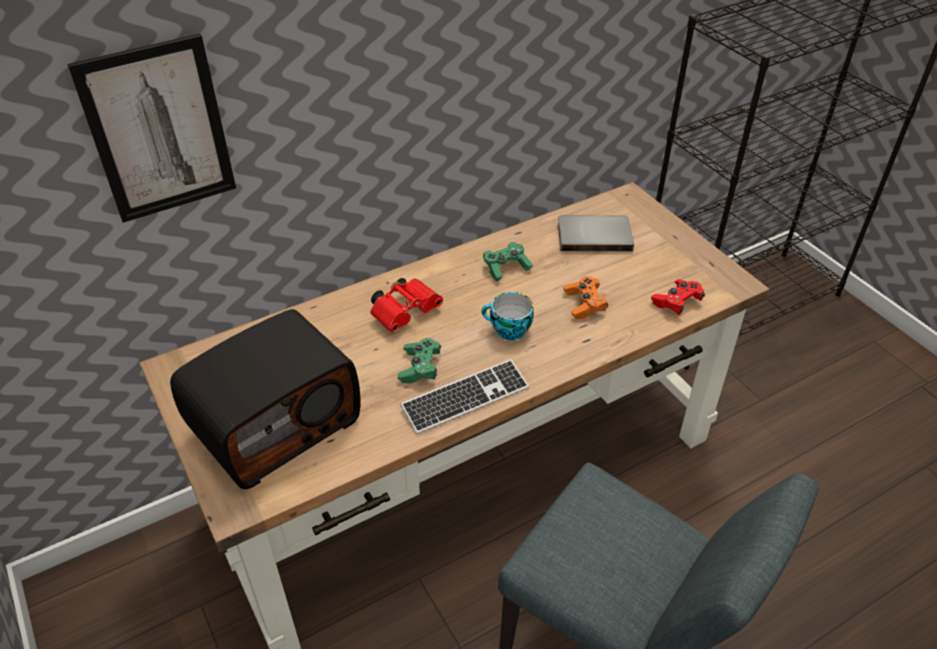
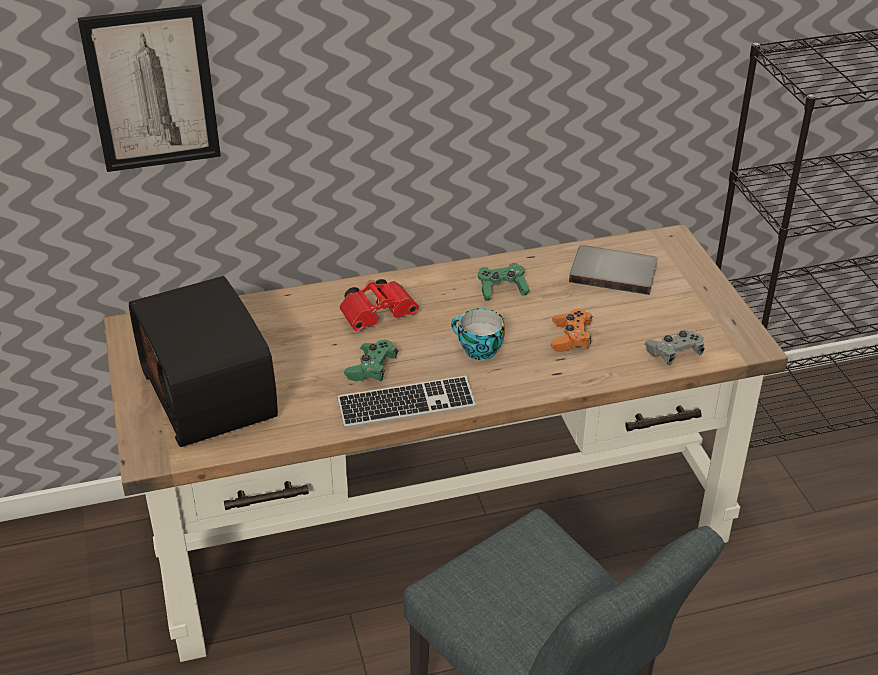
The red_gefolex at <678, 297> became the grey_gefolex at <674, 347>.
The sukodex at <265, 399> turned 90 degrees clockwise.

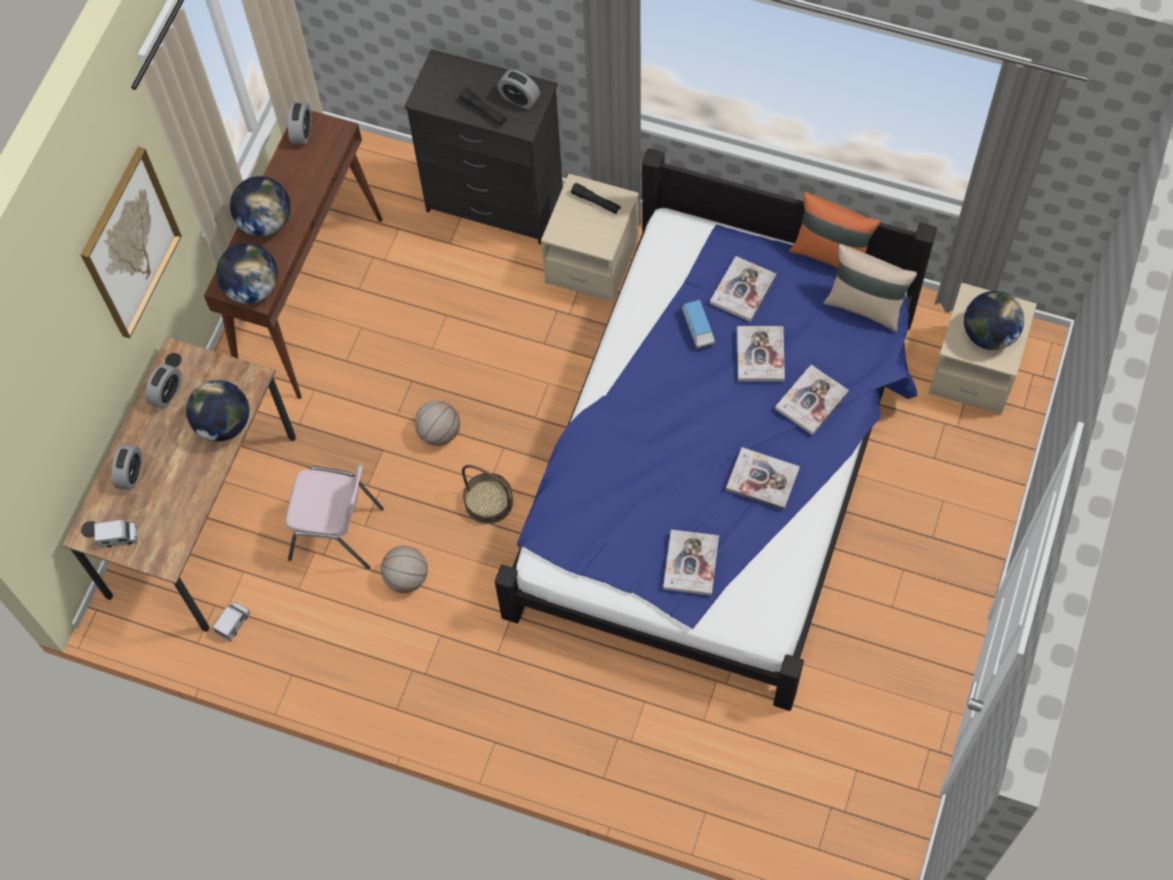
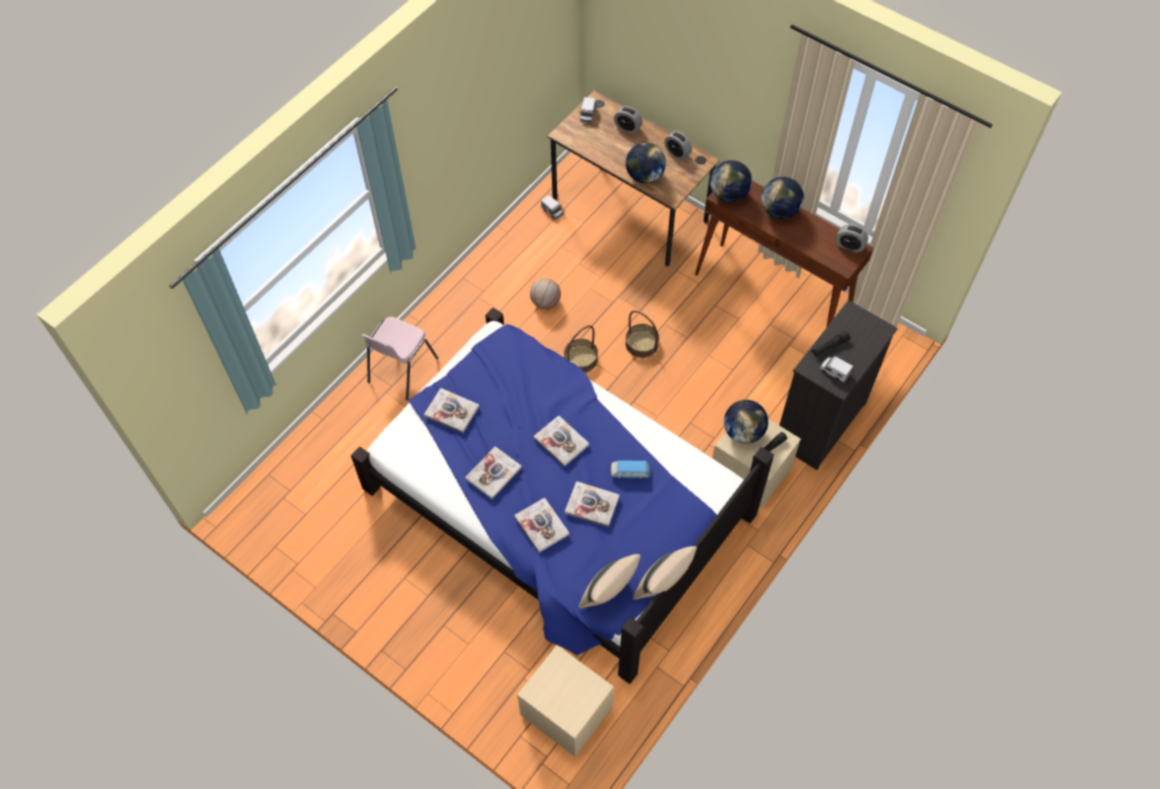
The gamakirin at <518, 89> was replaced by the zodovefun at <836, 369>.
The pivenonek at <131, 243> disappeared.
The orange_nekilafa at <834, 230> became the beige_nekilafa at <665, 572>.
The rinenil moved from <743, 289> to <561, 441>.
The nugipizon moved from <994, 320> to <746, 422>.
The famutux at <437, 423> was replaced by the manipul at <642, 334>.
The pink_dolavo moved from <334, 517> to <400, 358>.

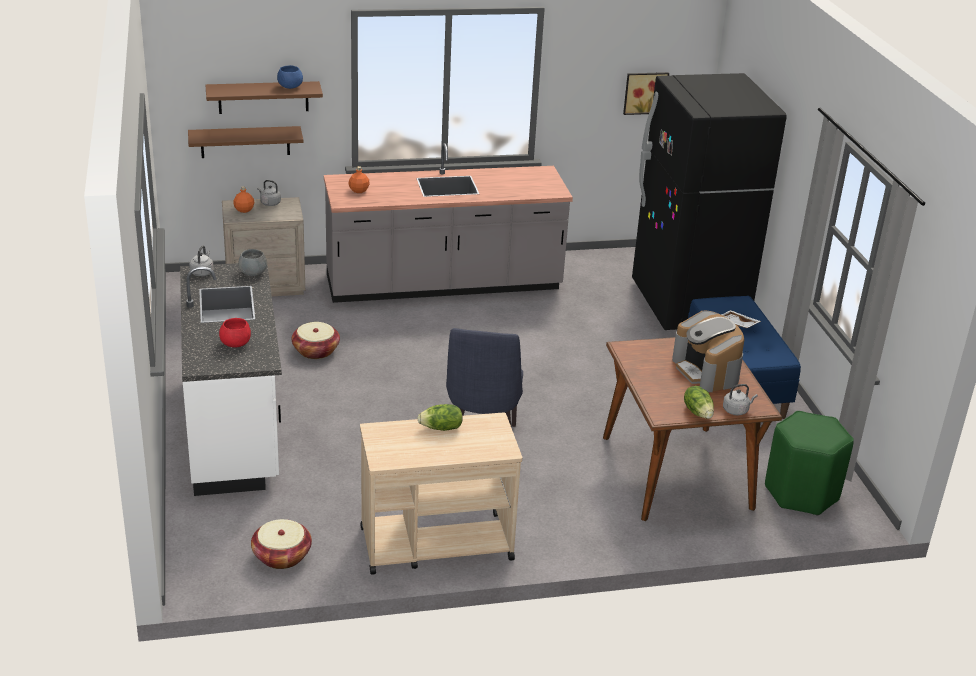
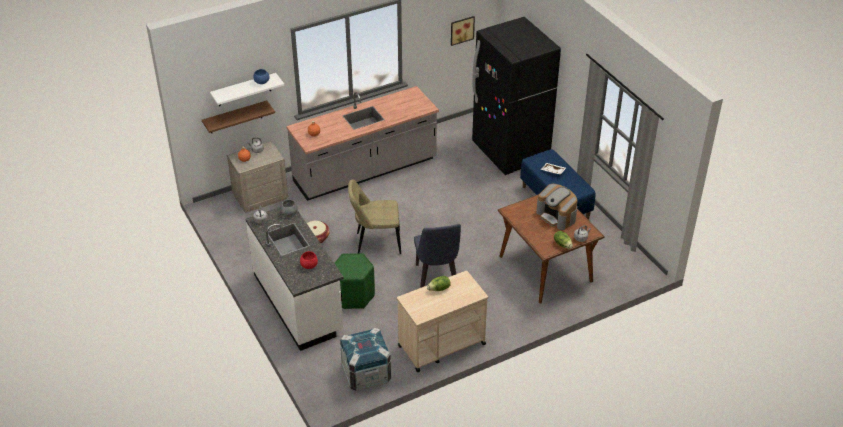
The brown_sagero at <264, 97> became the white_sagero at <247, 89>.
The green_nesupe moved from <809, 463> to <354, 281>.
The manipul at <281, 544> was replaced by the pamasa at <365, 359>.
The beige_dolavo at <374, 217> appeared.

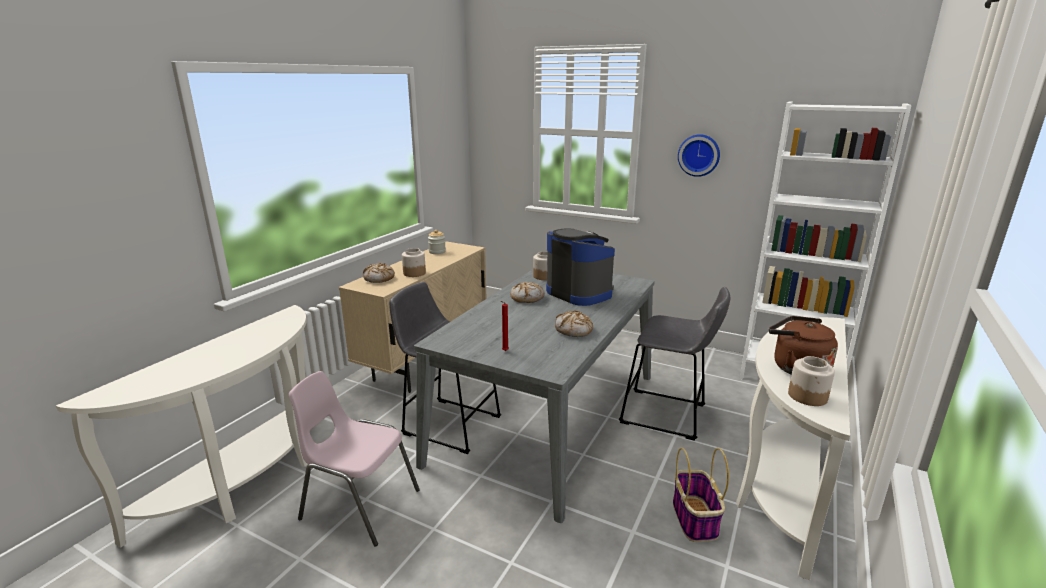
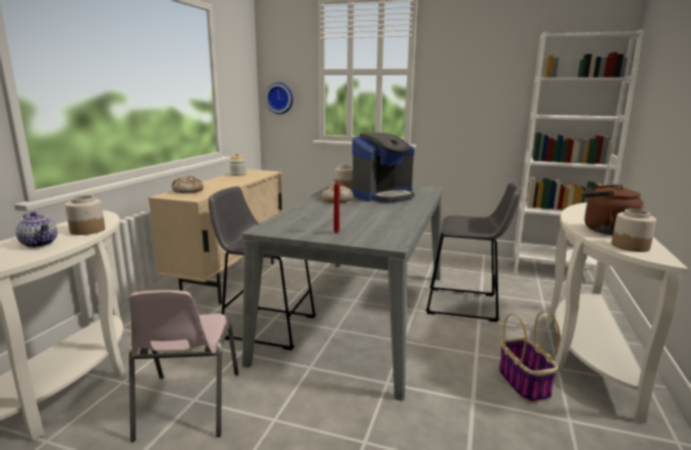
The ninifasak moved from <699, 155> to <279, 98>.
The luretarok at <580, 267> turned 105 degrees clockwise.
The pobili moved from <414, 262> to <85, 215>.
The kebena at <574, 324> disappeared.
The pink_dolavo at <354, 459> turned 105 degrees counterclockwise.
The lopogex at <36, 230> appeared.

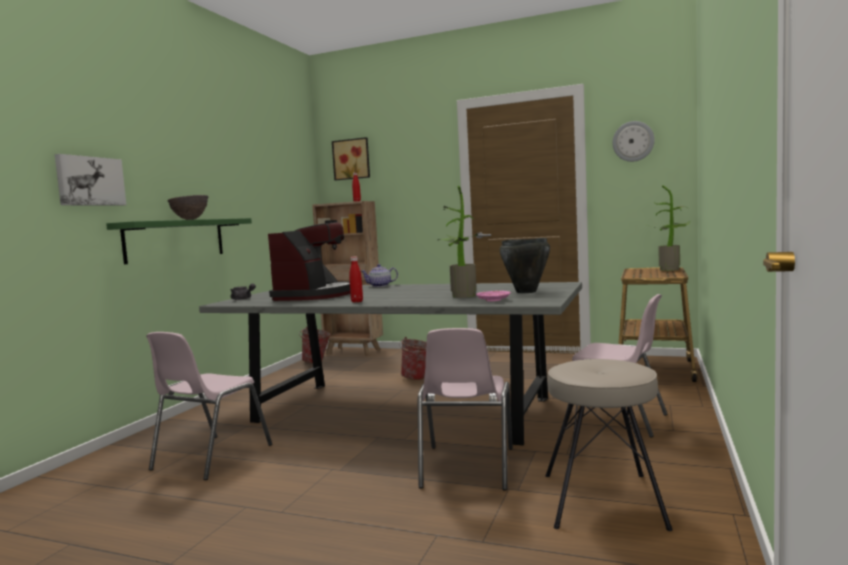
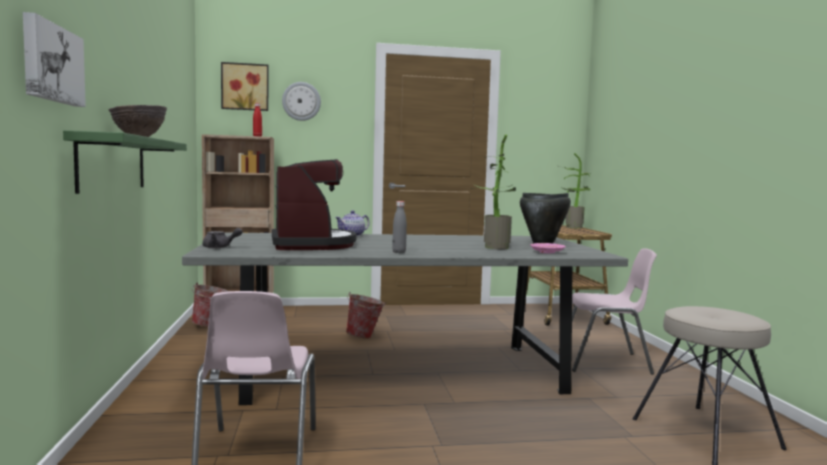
The ninifasak moved from <633, 141> to <301, 101>.
The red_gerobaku at <356, 279> became the grey_gerobaku at <399, 227>.
The pink_dolavo at <465, 409> disappeared.

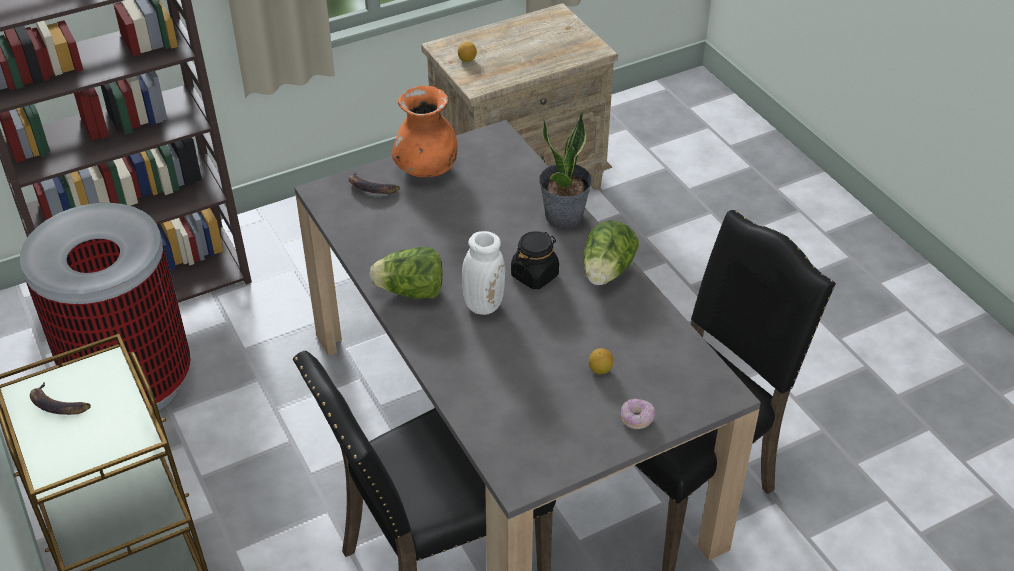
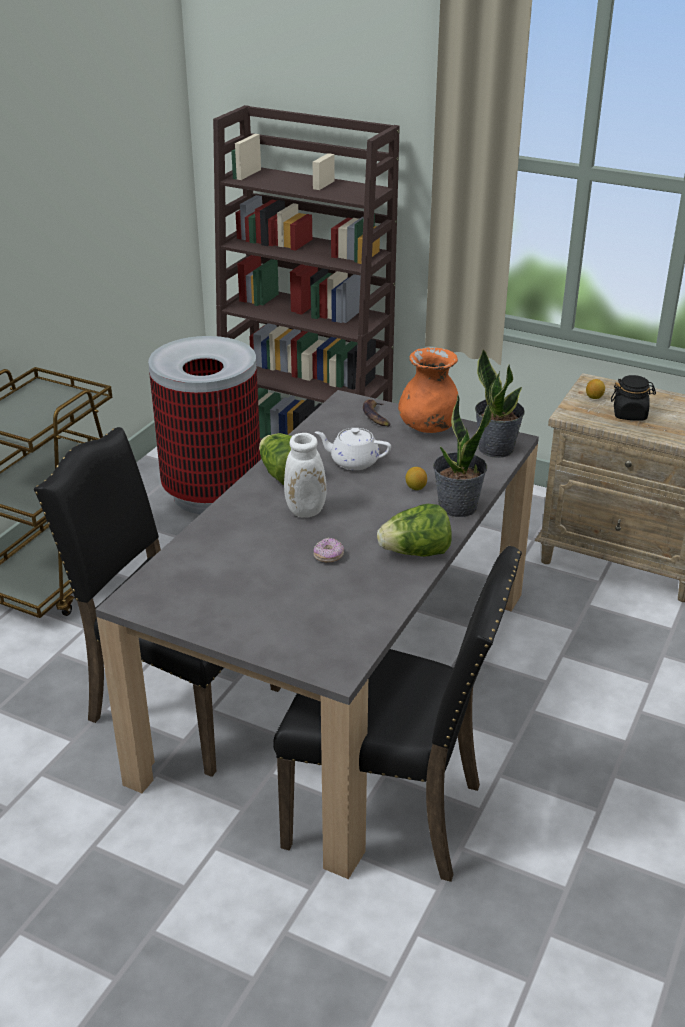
The black_pobili moved from <535, 260> to <633, 398>.
The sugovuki moved from <601, 361> to <416, 478>.
The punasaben at <60, 398> disappeared.
The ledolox moved from <638, 414> to <329, 550>.
The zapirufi at <500, 403> appeared.
The white_lopogex at <353, 449> appeared.

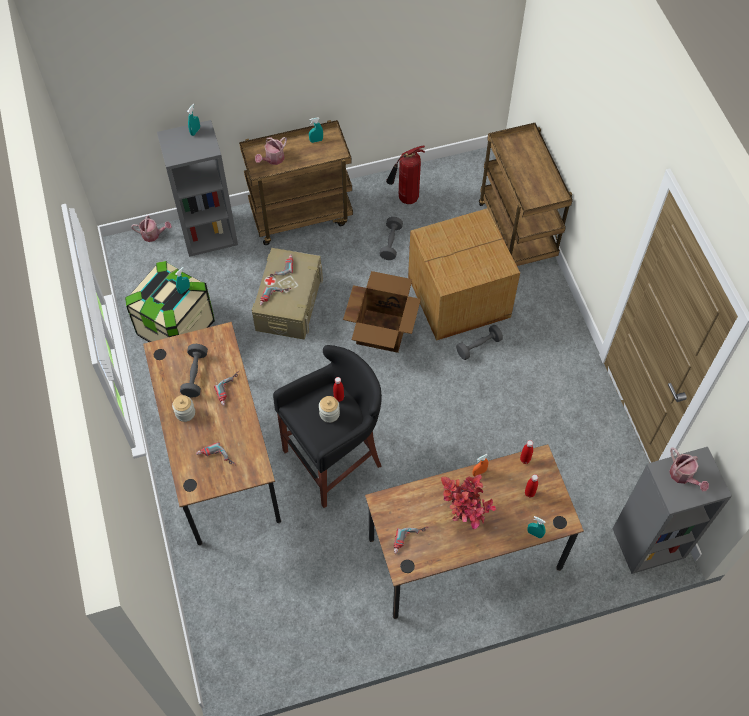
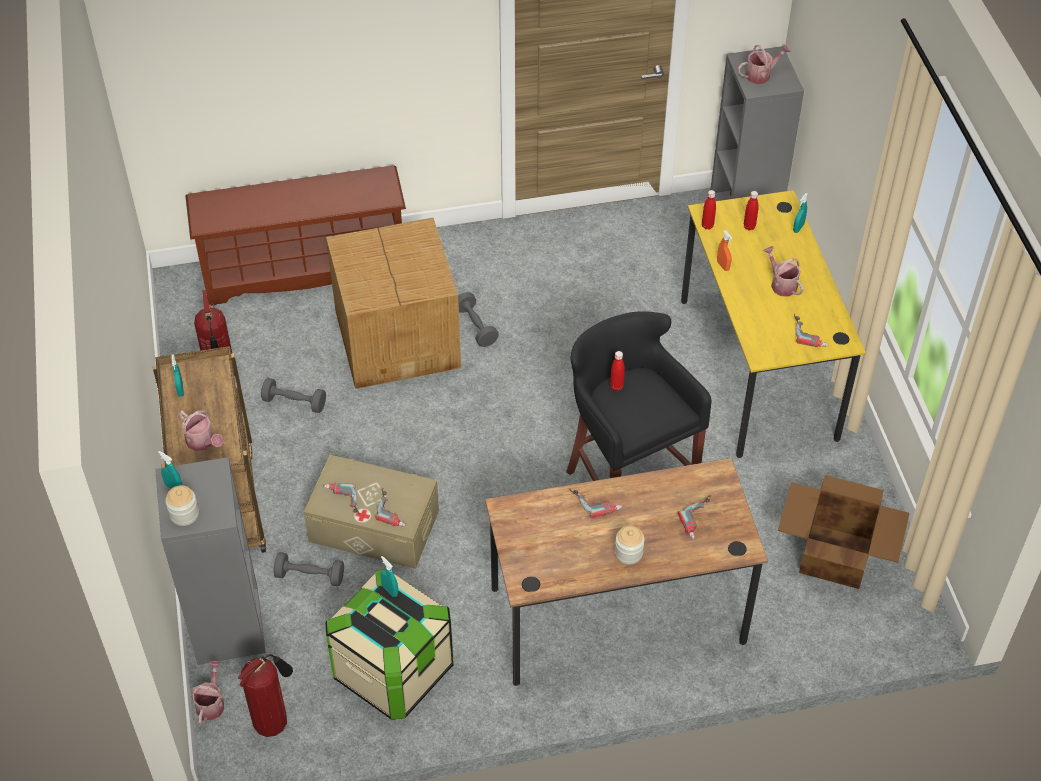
The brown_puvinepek at <526, 194> was replaced by the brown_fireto at <295, 235>.
The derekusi moved from <382, 312> to <844, 532>.
The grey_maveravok moved from <194, 370> to <309, 569>.
The pobili moved from <329, 409> to <182, 505>.
The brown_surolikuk at <474, 531> became the yellow_surolikuk at <773, 324>.
The zapirufi at <468, 502> was replaced by the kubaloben at <783, 271>.
The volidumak at <265, 695> appeared.

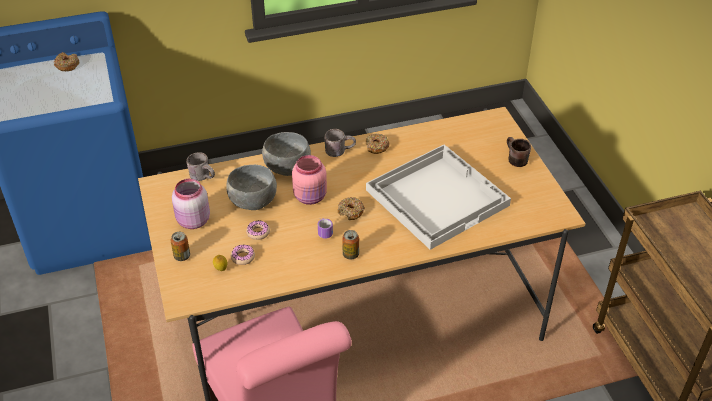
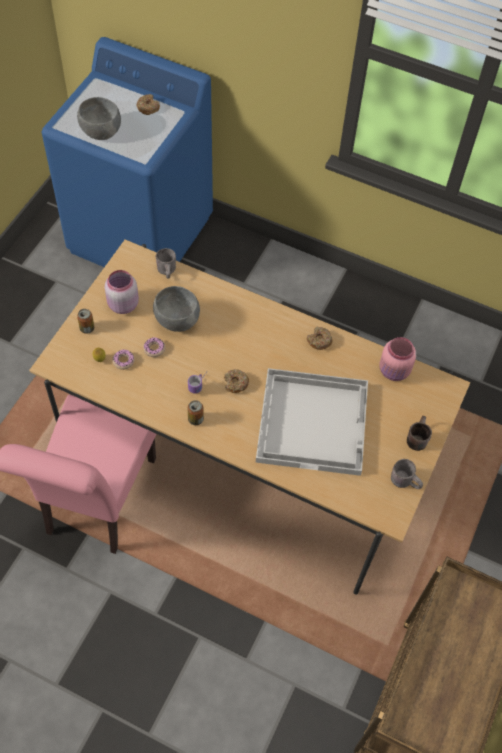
The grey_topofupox moved from <340, 143> to <407, 474>.
The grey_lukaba moved from <286, 154> to <99, 118>.
The pink_pobili moved from <309, 180> to <397, 359>.

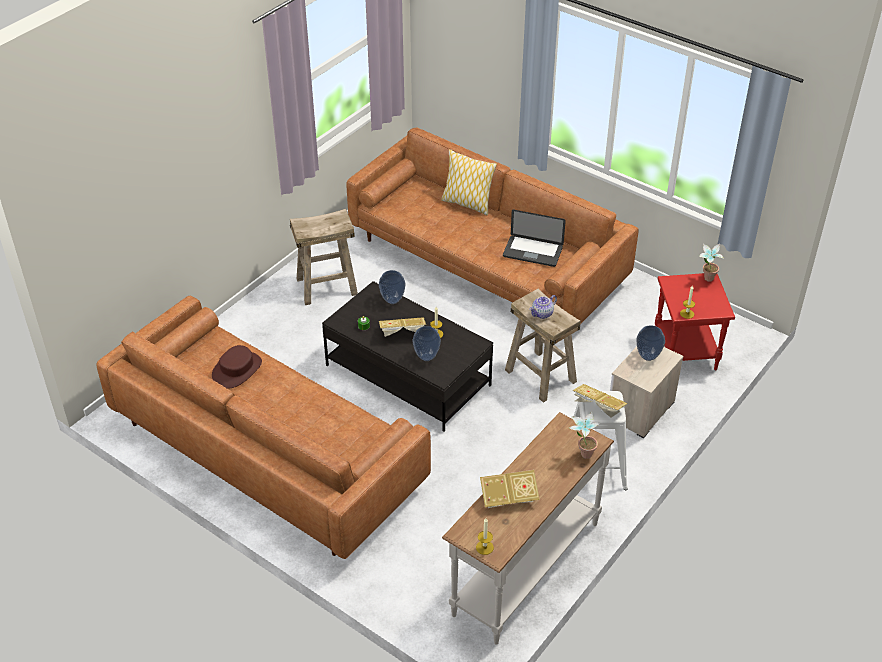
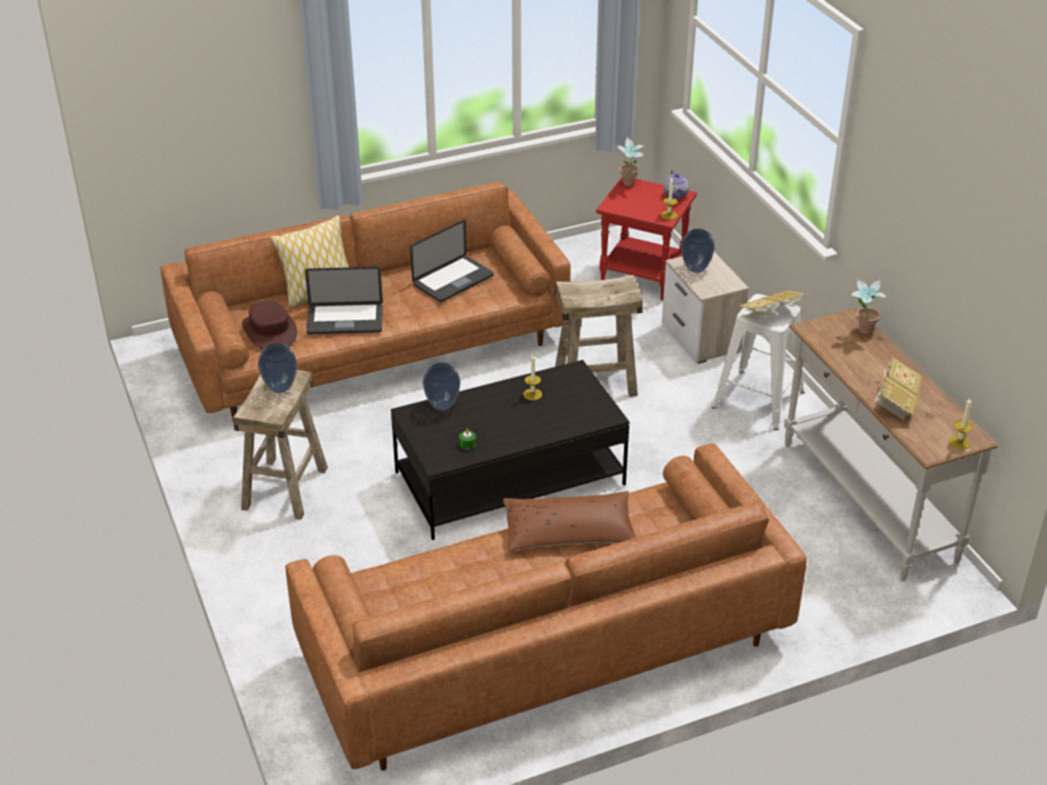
The lopogex moved from <543, 307> to <676, 184>.
The rinenil at <402, 327> disappeared.
The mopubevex moved from <426, 343> to <277, 368>.
The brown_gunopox moved from <237, 367> to <269, 324>.
The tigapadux at <344, 300> appeared.
The brown_nekilafa at <569, 521> appeared.

